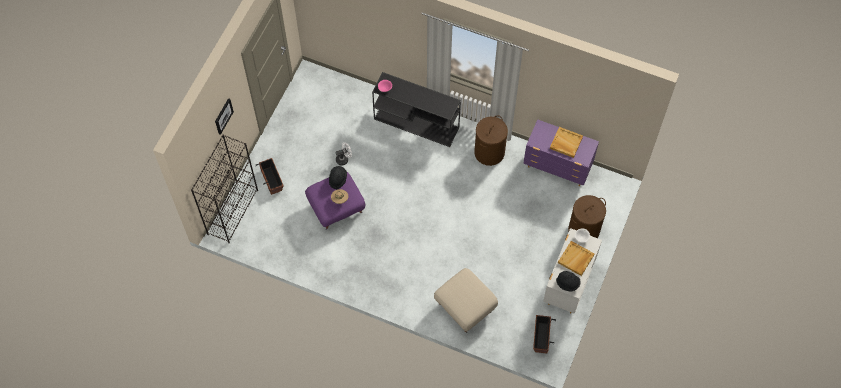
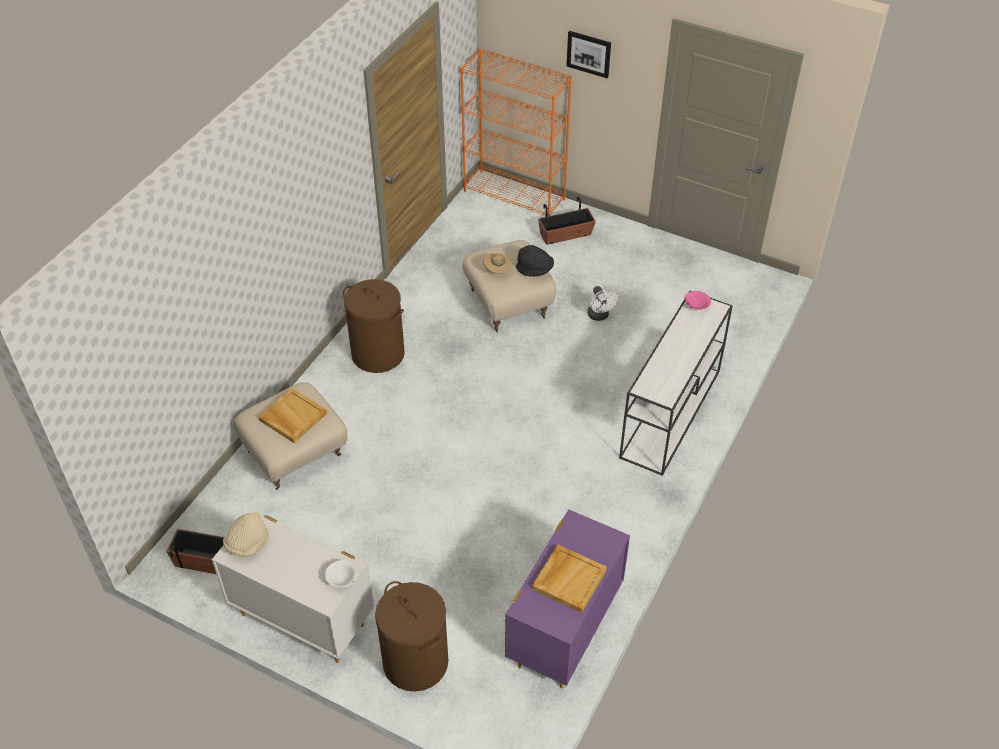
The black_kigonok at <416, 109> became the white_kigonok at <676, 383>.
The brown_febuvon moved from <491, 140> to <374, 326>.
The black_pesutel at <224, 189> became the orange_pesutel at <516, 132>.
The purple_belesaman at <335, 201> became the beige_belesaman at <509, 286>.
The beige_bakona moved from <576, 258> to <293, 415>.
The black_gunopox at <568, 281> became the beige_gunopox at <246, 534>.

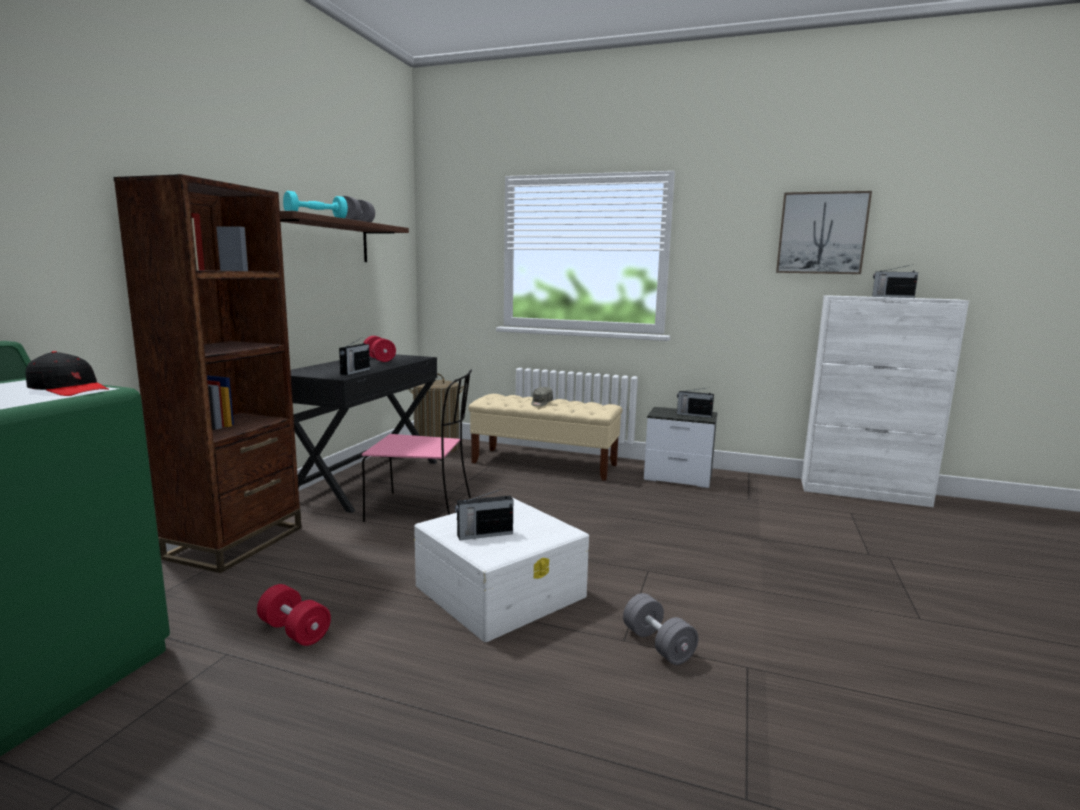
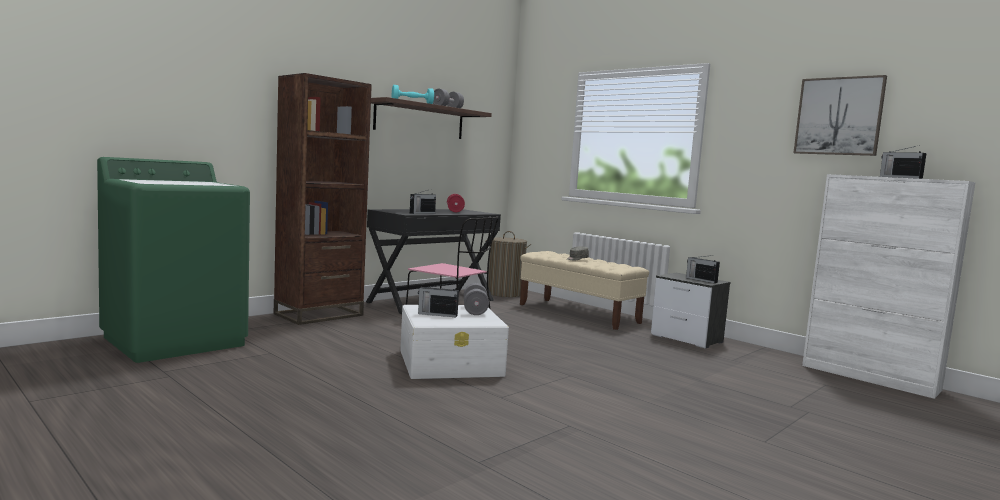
The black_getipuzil at <67, 373> disappeared.
The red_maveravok at <294, 615> disappeared.
The grey_maveravok moved from <660, 629> to <476, 299>.

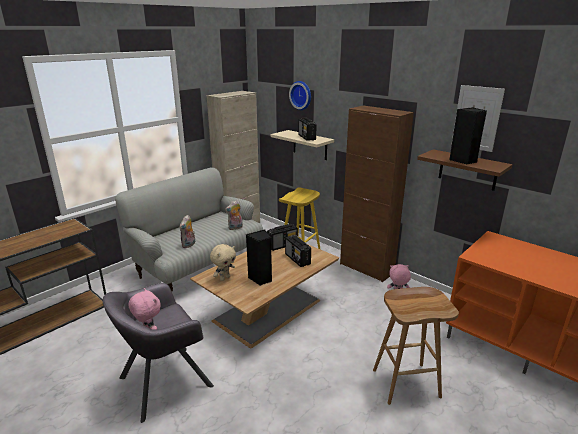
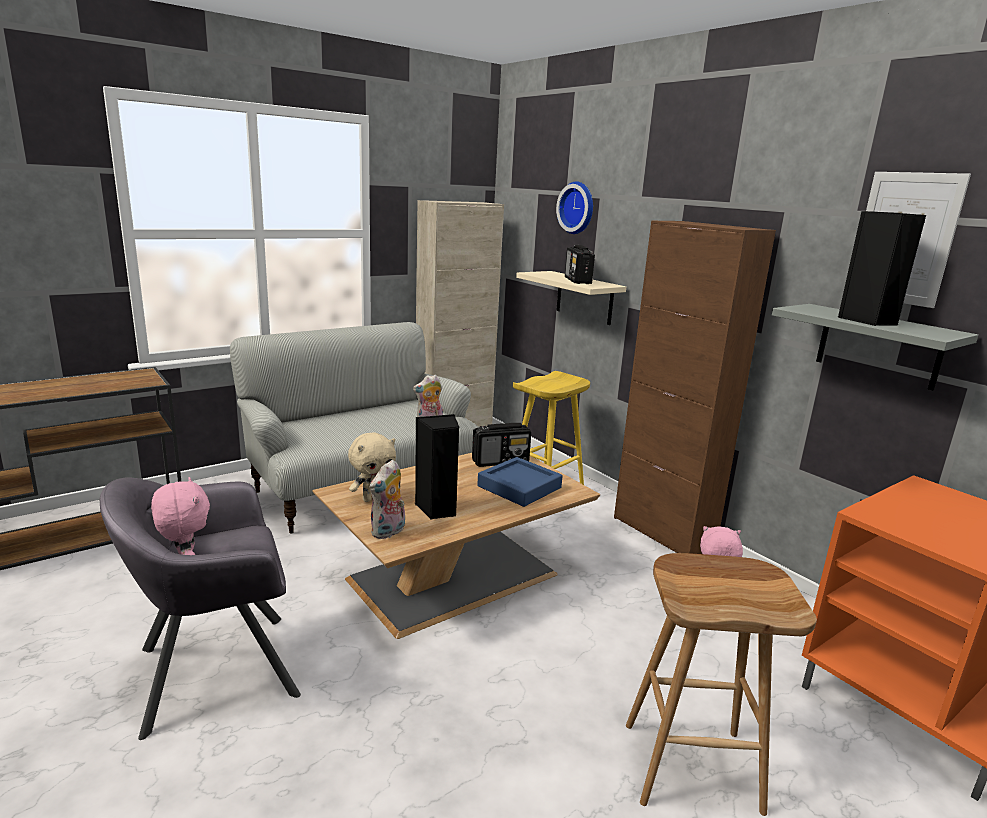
The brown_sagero at <465, 170> became the grey_sagero at <875, 347>.
The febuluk moved from <187, 231> to <387, 499>.
The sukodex at <298, 251> was replaced by the blue_bakona at <520, 482>.

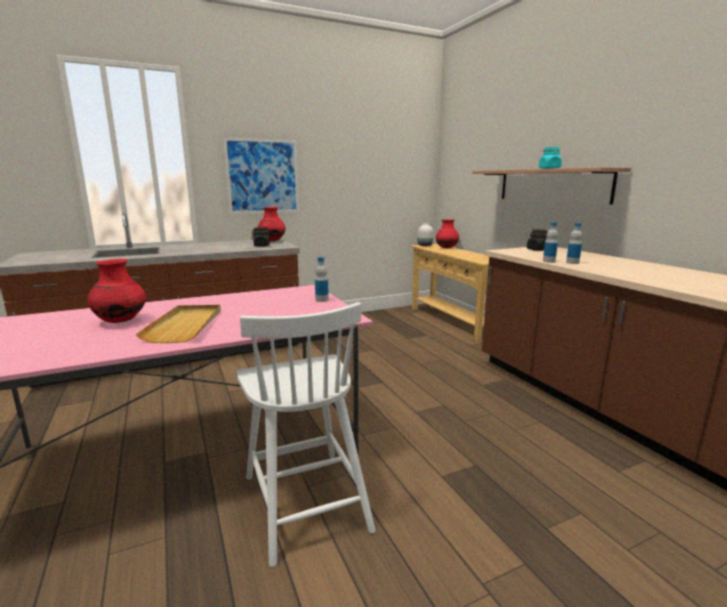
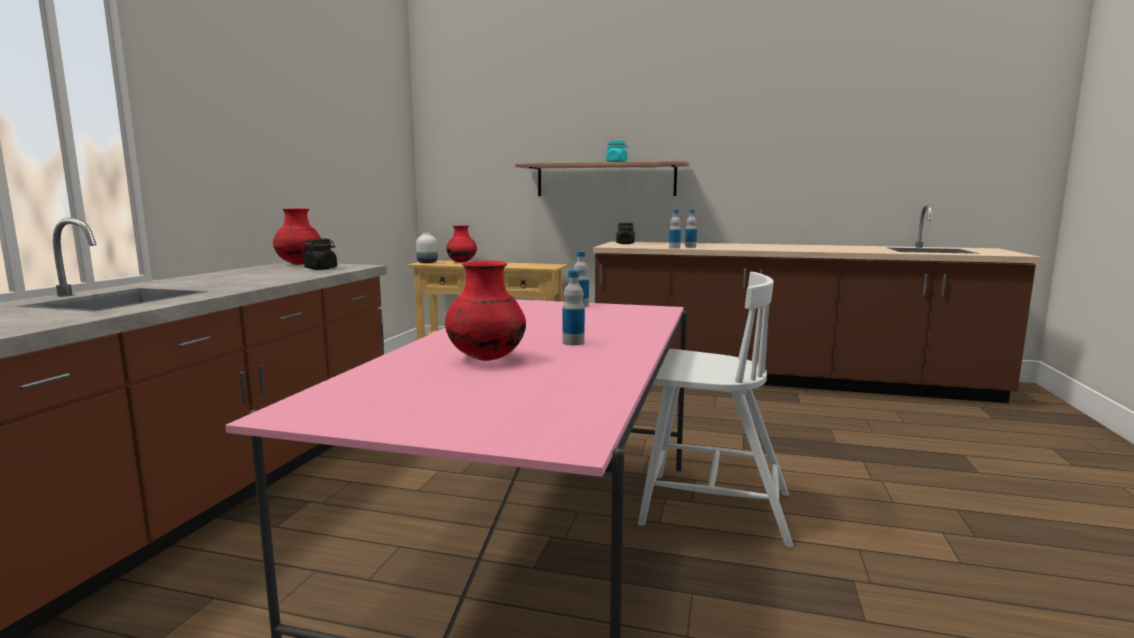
The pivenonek at <261, 175> disappeared.
The beige_bakona at <178, 324> was replaced by the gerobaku at <574, 307>.

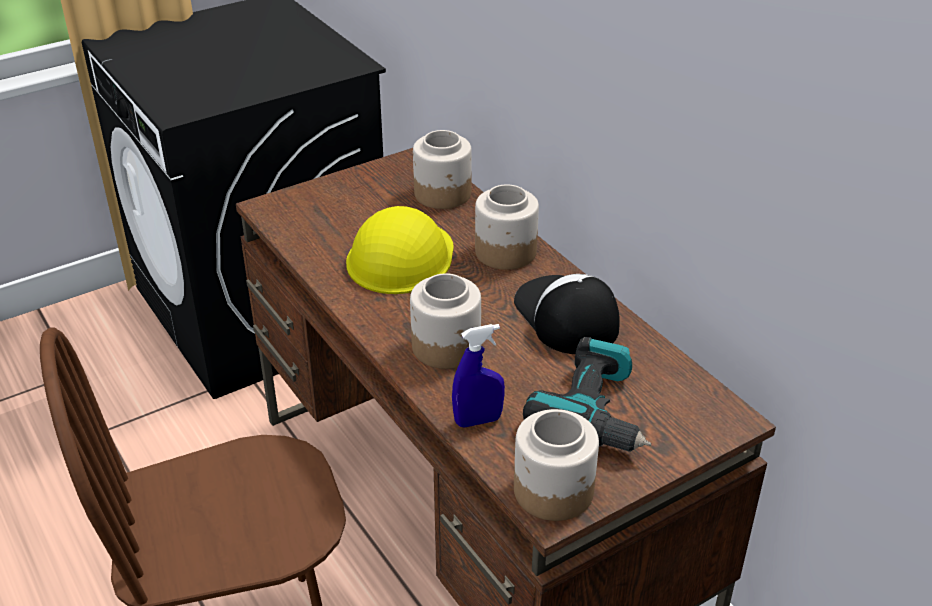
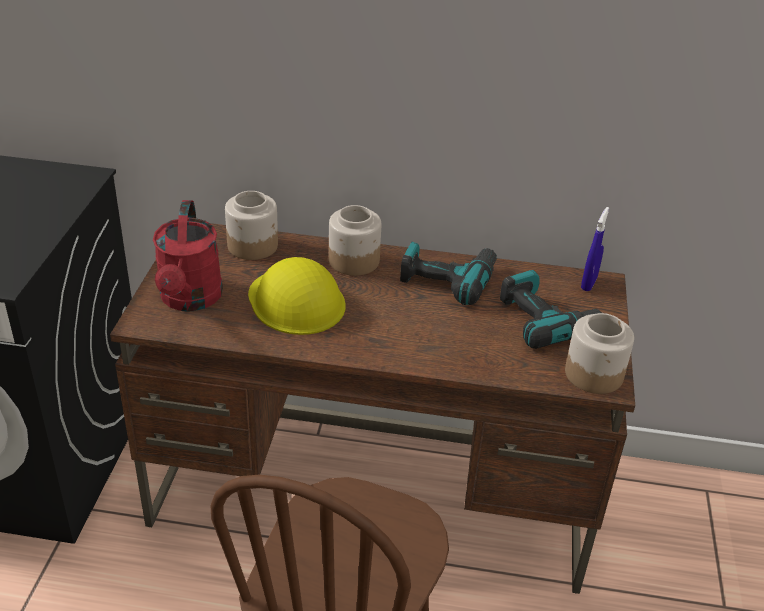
The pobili at <445, 321> disappeared.
The getipuzil at <567, 314> was replaced by the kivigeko at <448, 273>.
The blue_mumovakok moved from <478, 376> to <595, 249>.
The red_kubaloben at <188, 255> appeared.

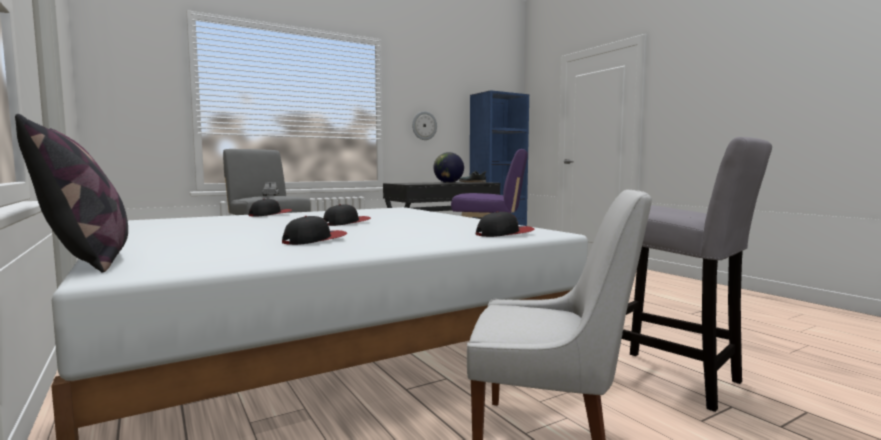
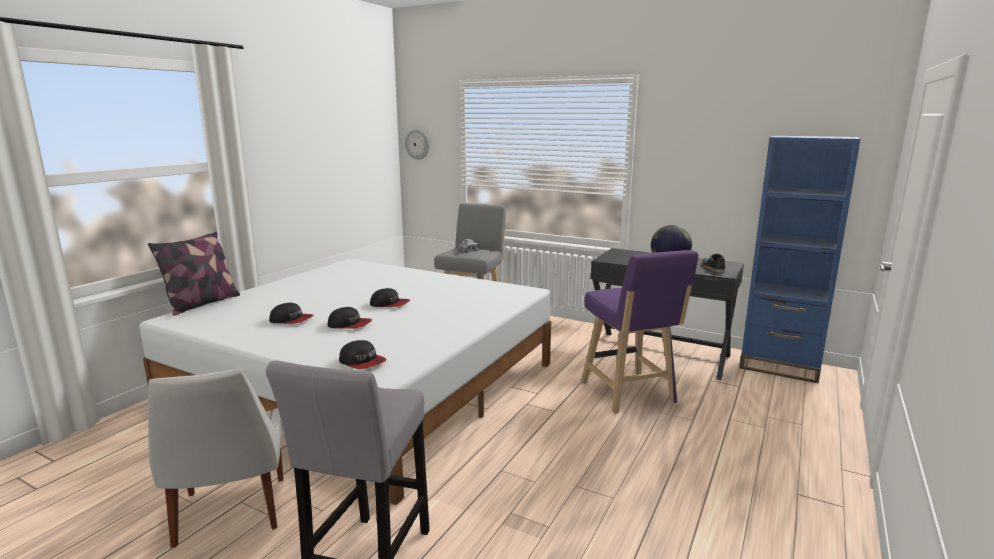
The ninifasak moved from <424, 125> to <417, 144>.
The getipuzil moved from <270, 208> to <350, 318>.

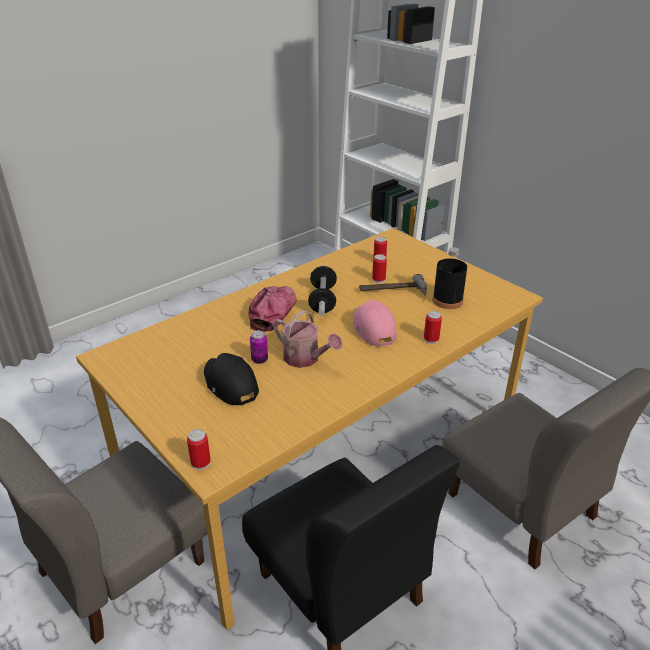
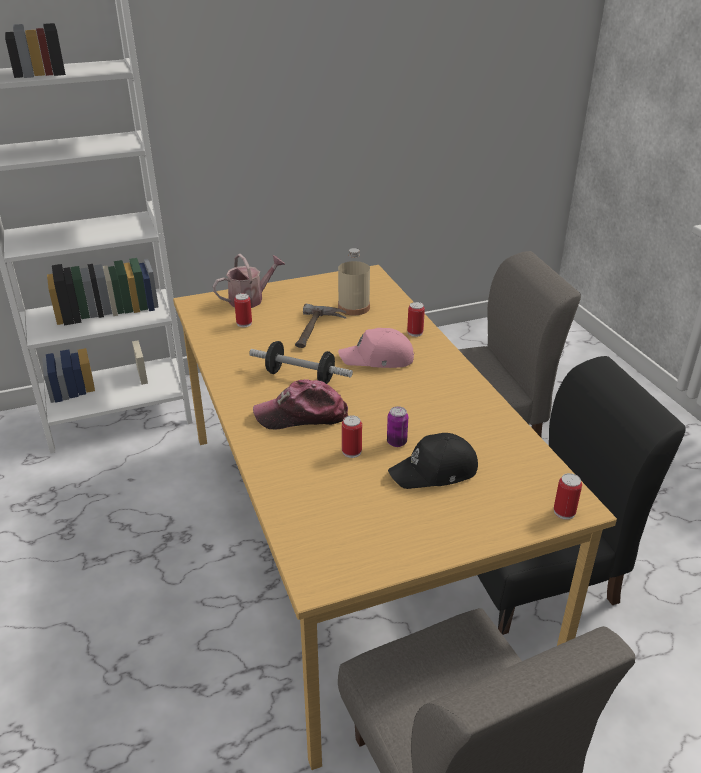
The black_gerobaku at <450, 278> became the beige_gerobaku at <354, 281>.
The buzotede moved from <379, 268> to <352, 436>.
The getipuzil at <273, 309> turned 45 degrees counterclockwise.
The kubaloben moved from <307, 339> to <249, 281>.

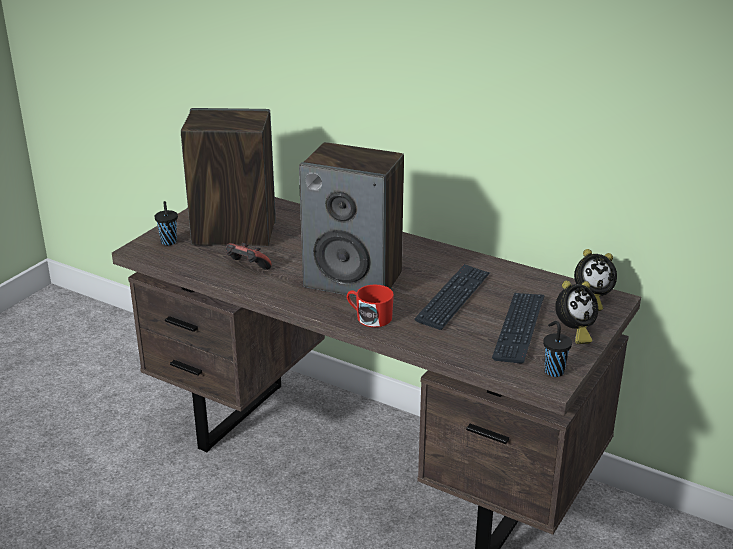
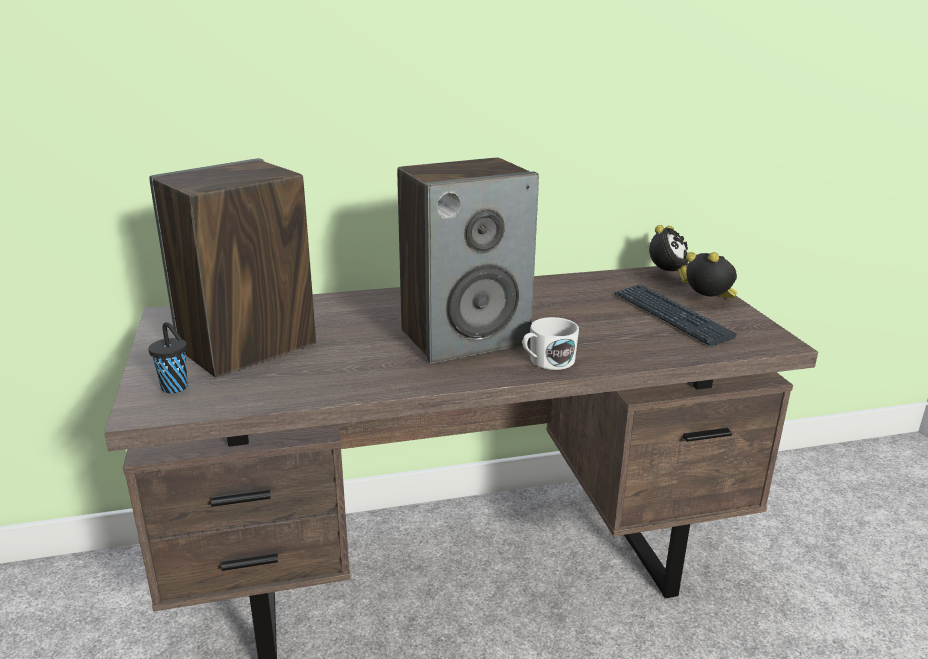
The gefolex at <249, 256> disappeared.
The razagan at <452, 297> disappeared.
The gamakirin at <576, 312> turned 60 degrees counterclockwise.
The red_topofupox at <370, 306> became the white_topofupox at <551, 343>.
The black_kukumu at <557, 349> disappeared.

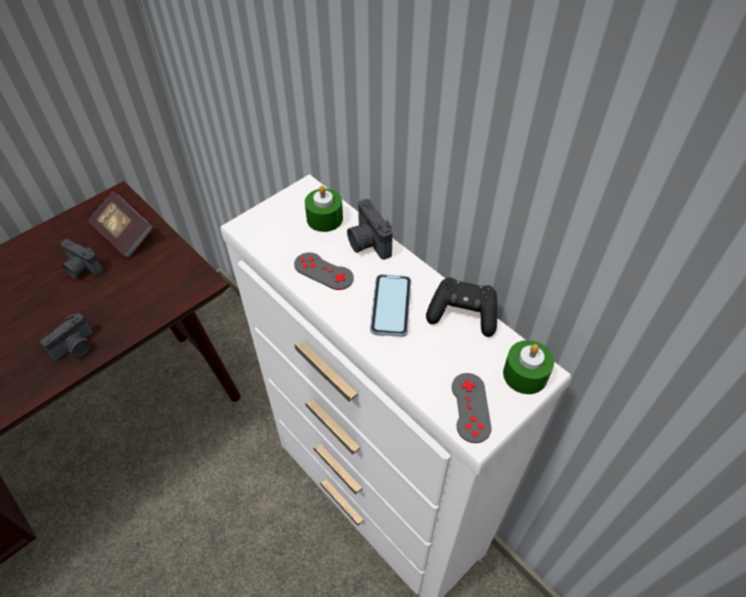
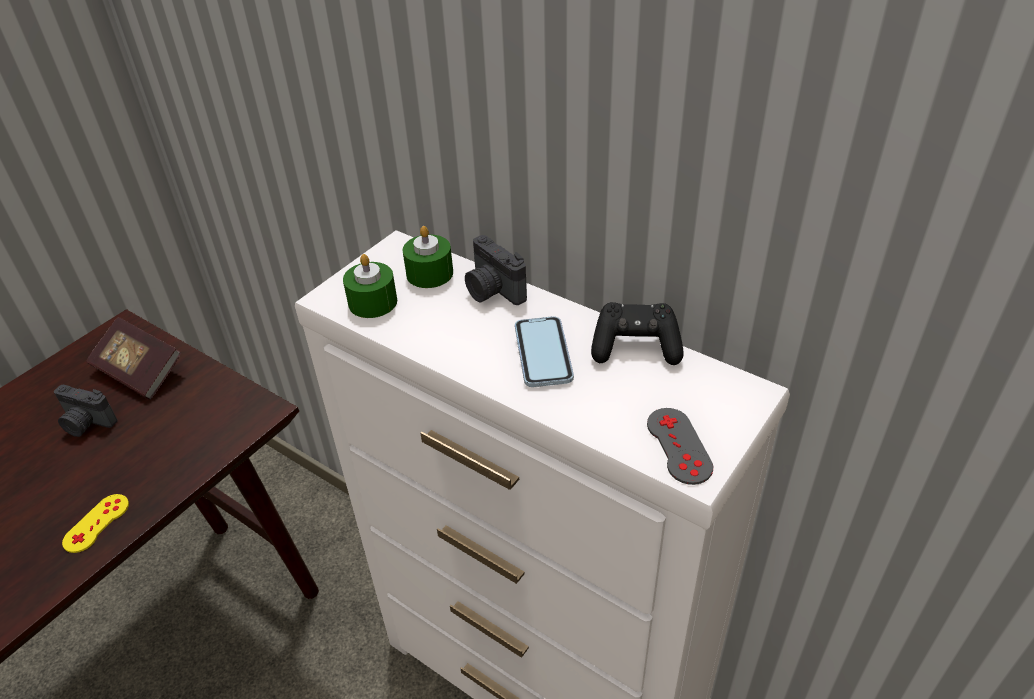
The grey_gefolex at <324, 271> disappeared.
The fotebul at <66, 337> was replaced by the yellow_gefolex at <95, 523>.
The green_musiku moved from <528, 367> to <370, 286>.

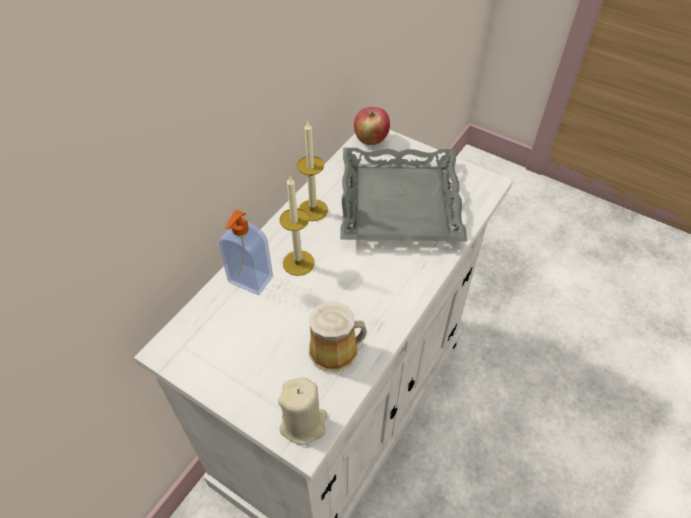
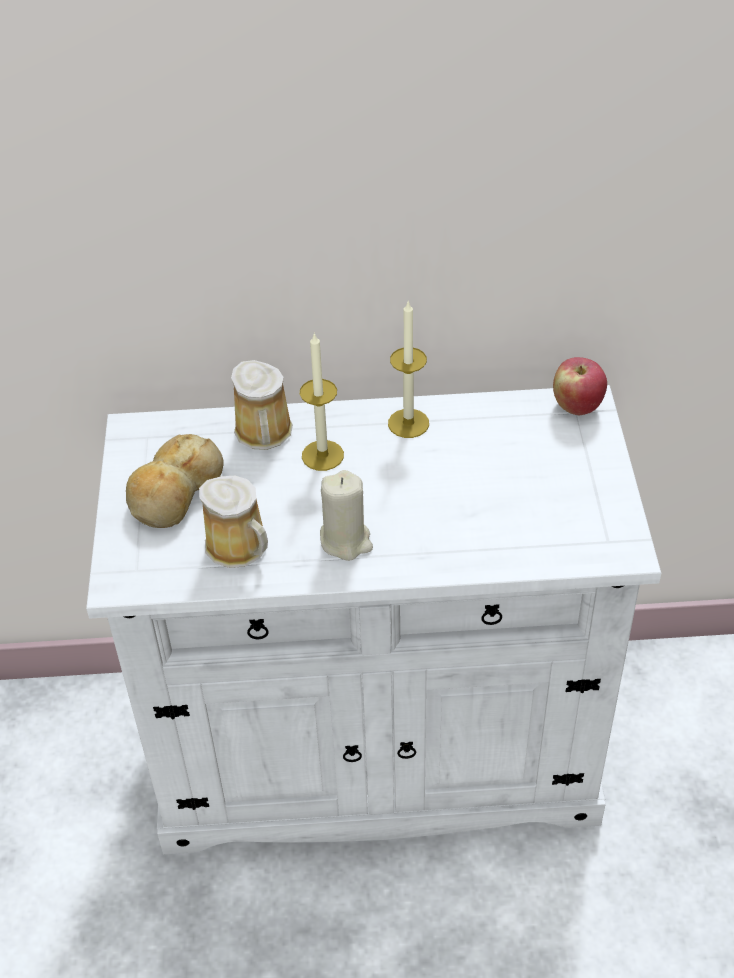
The grey_bakona at <403, 194> disappeared.
The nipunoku at <245, 252> was replaced by the topofupox at <262, 405>.
The beige_musiku moved from <303, 411> to <346, 515>.
The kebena at <175, 481> appeared.

